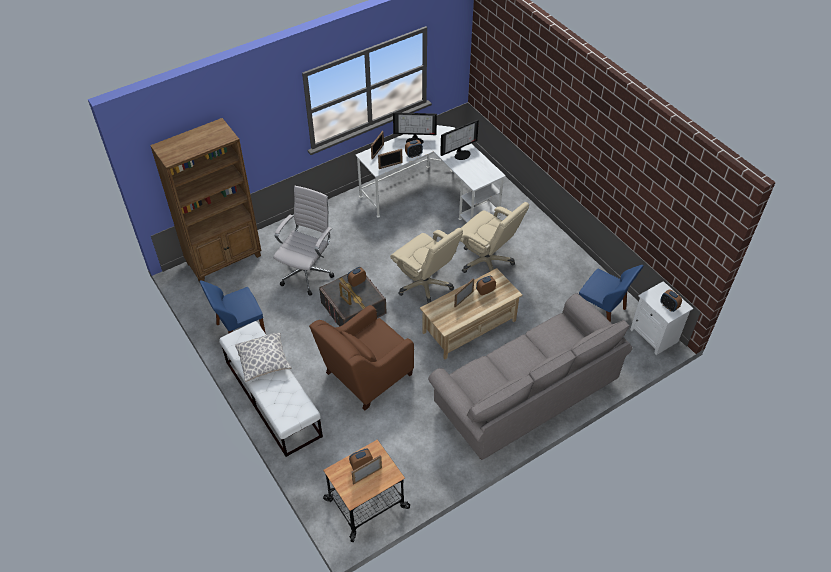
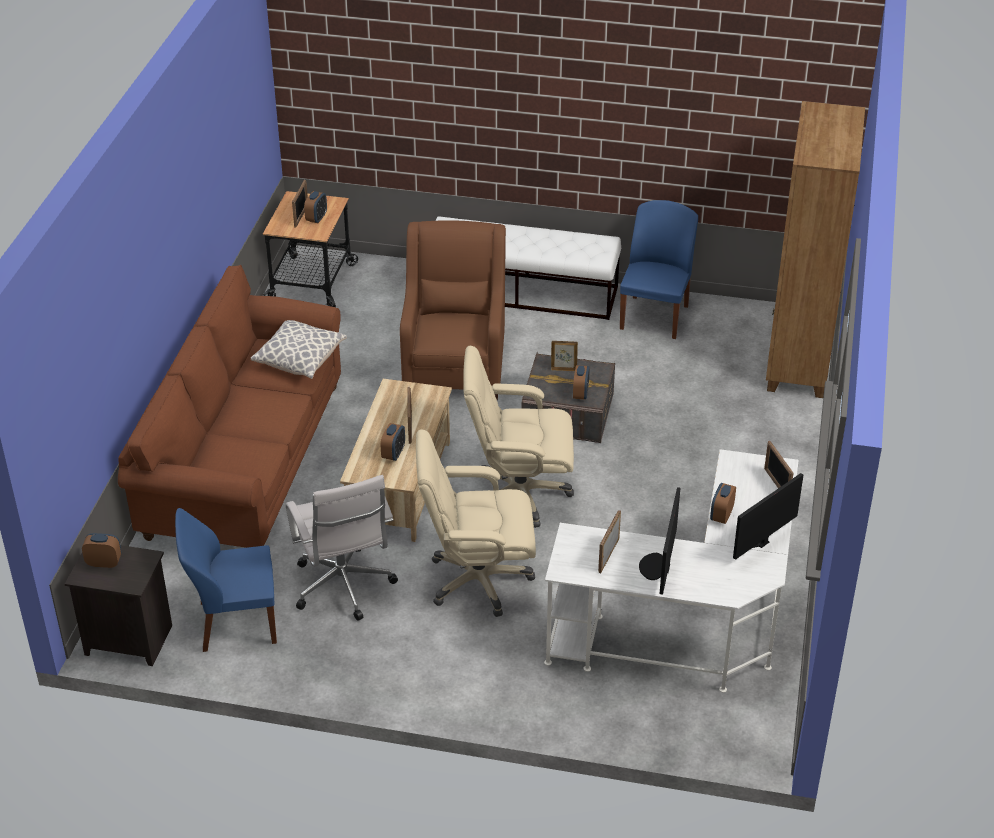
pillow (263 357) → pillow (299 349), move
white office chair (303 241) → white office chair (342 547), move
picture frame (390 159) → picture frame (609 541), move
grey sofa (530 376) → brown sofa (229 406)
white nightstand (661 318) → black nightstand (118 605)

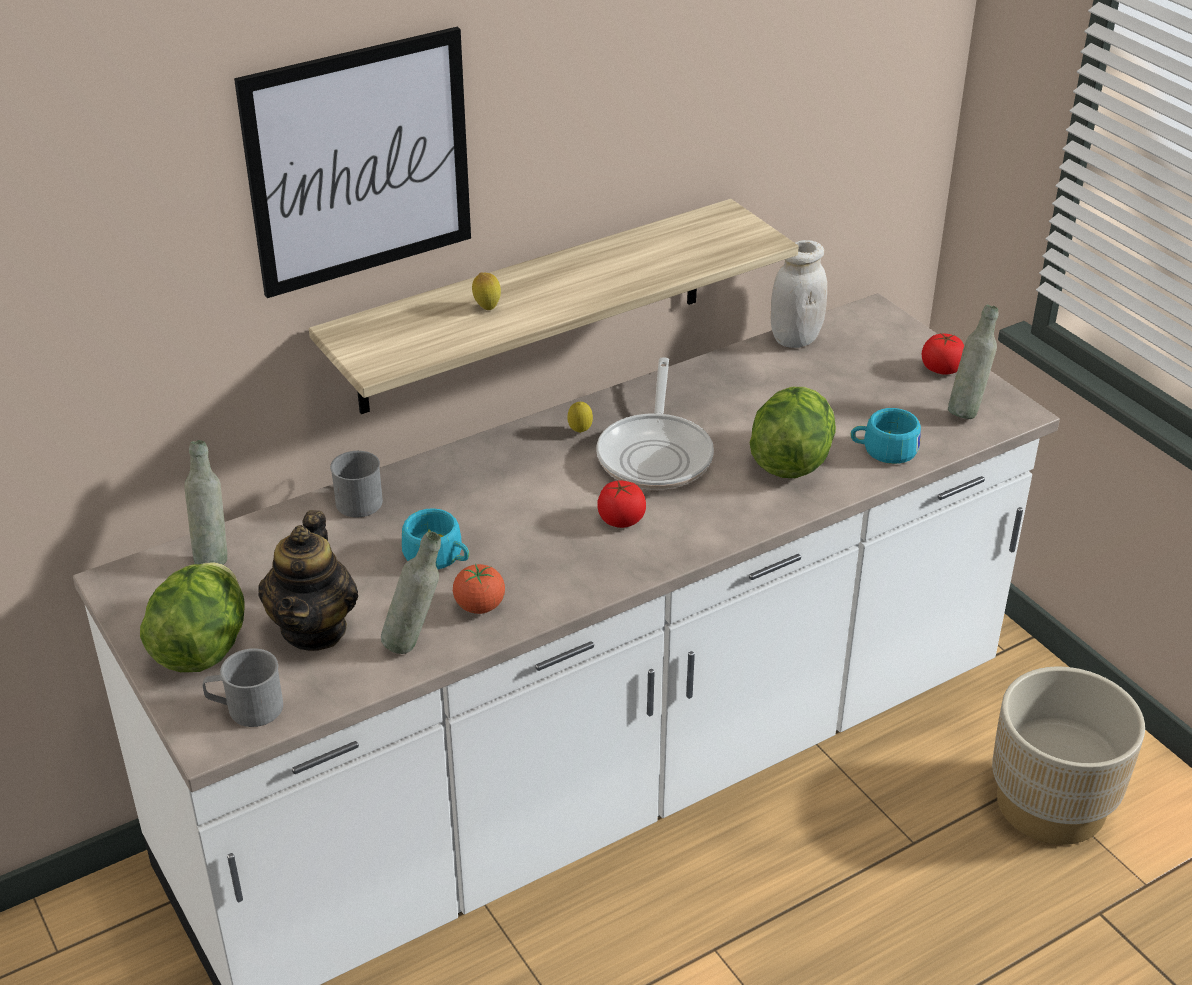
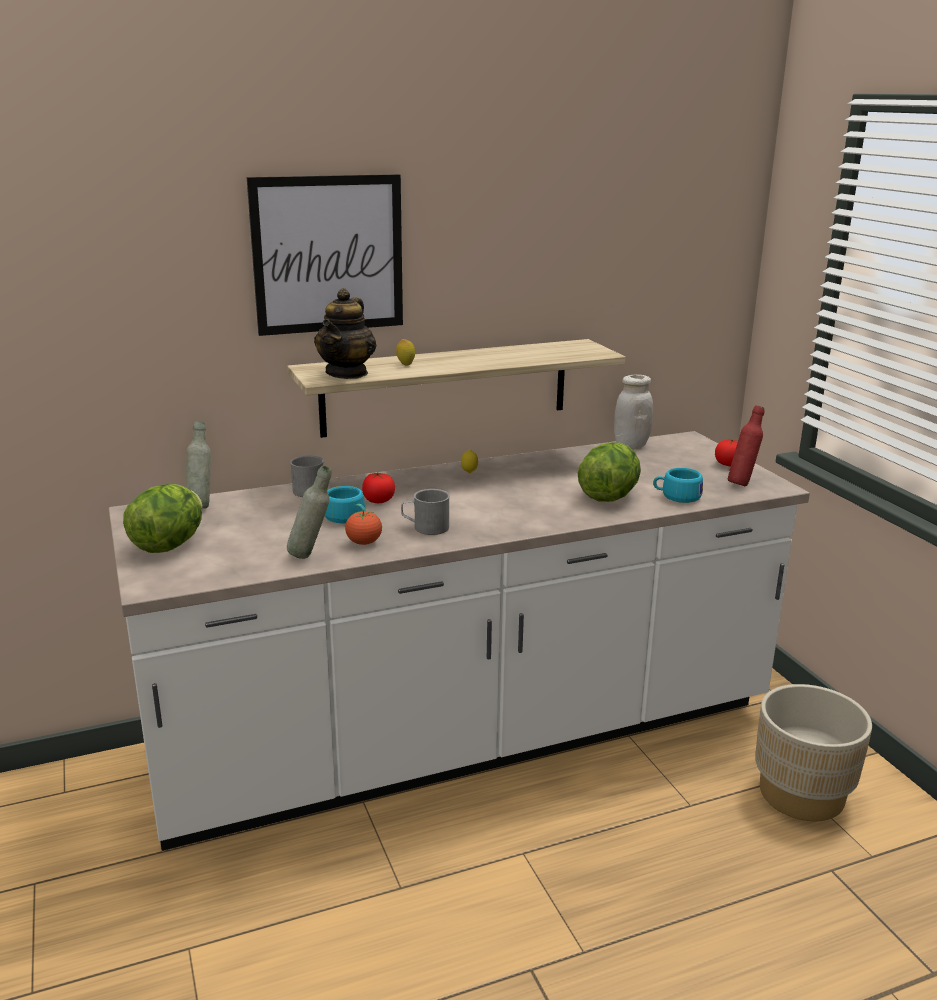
grey mug (243 687) → grey mug (425 512), move
teapot (308 580) → teapot (345 333), move
frying pan (655 423) → -
tomato (621 504) → tomato (378 488), move
grey bottle (973 362) → red bottle (746 445)

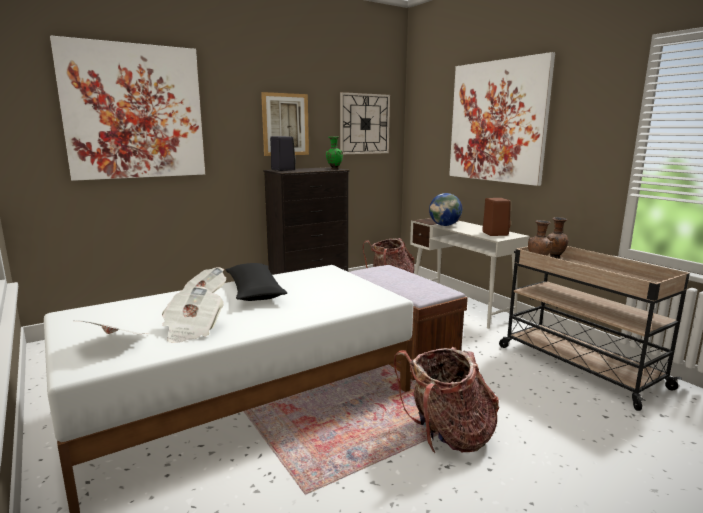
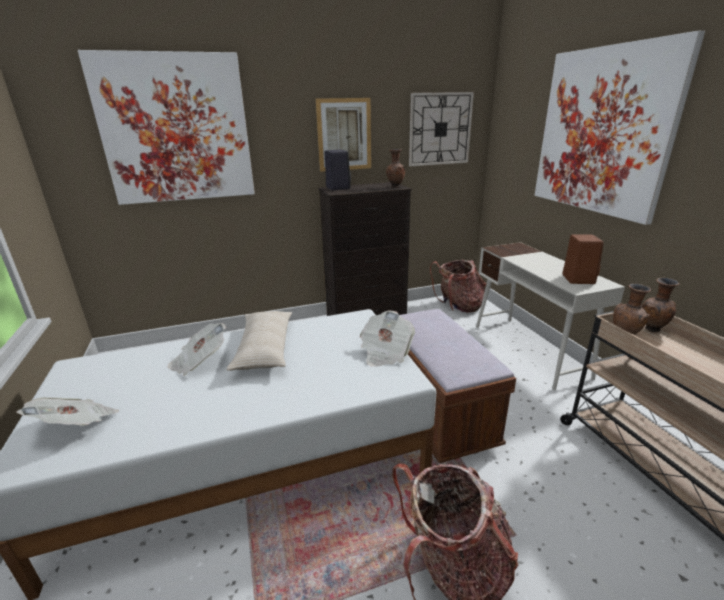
newspaper (193 314) → newspaper (387 338), move
black pillow (256 282) → beige pillow (259 341)
green vase (334 152) → brown vase (395 168)
globe (445 209) → -

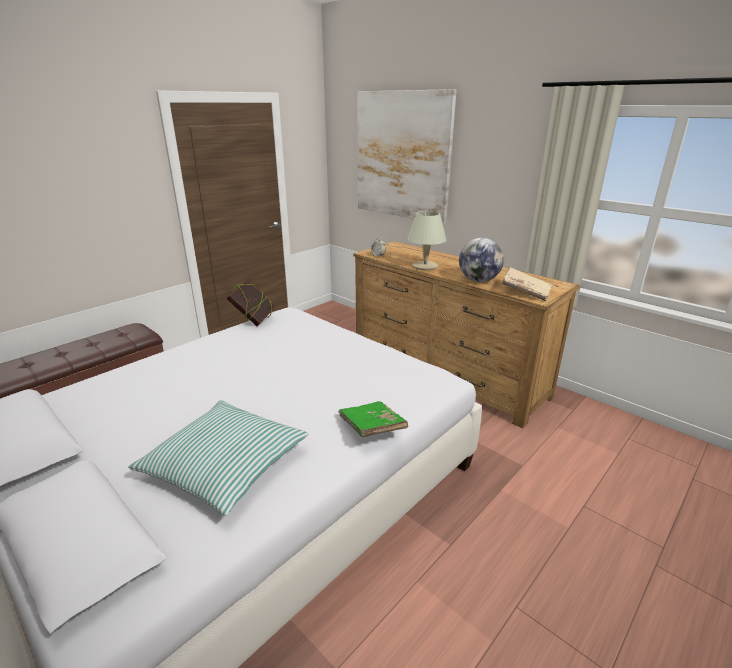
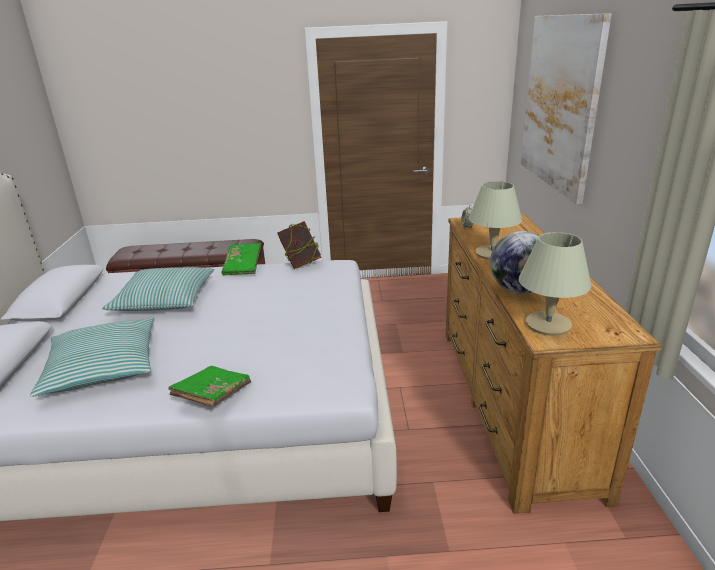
beige book (527 284) → beige table lamp (555 284)
- → pillow (158 289)
- → green book (241 259)

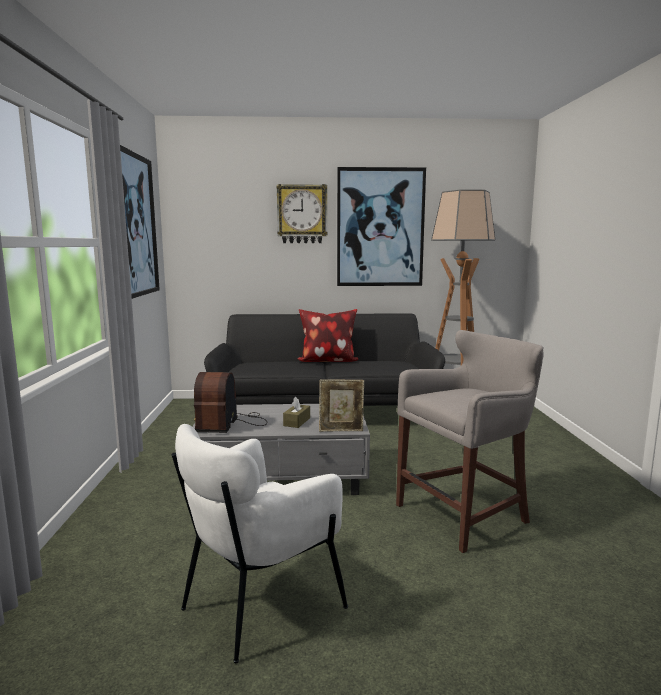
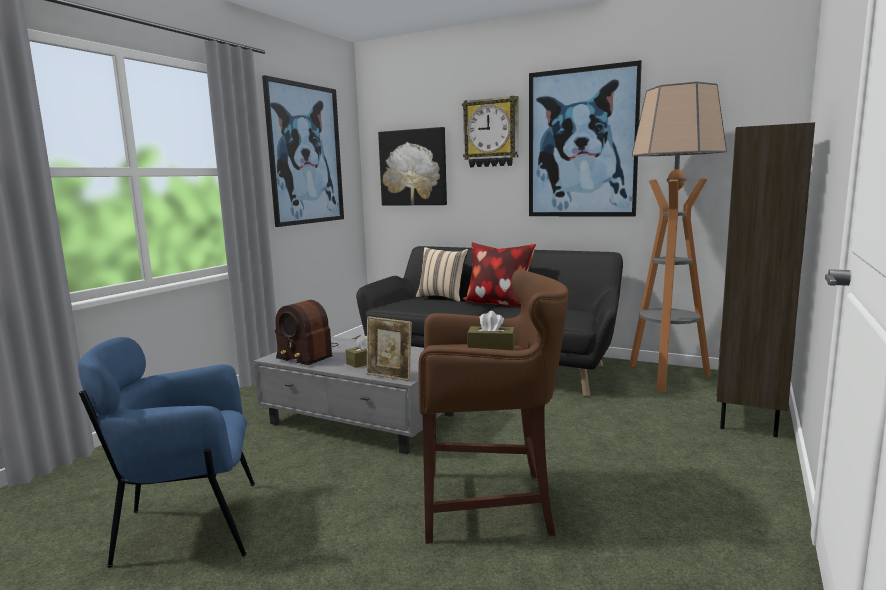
white armchair (260 543) → blue armchair (166 452)
radio (230 402) → radio (307 332), 90 degrees counterclockwise
grey stool (470 441) → brown stool (494 407)
- → picture (412 166)
- → beige pillow (442 274)
- → brown tissue box (491 331)
- → brown bookcase (765 279)

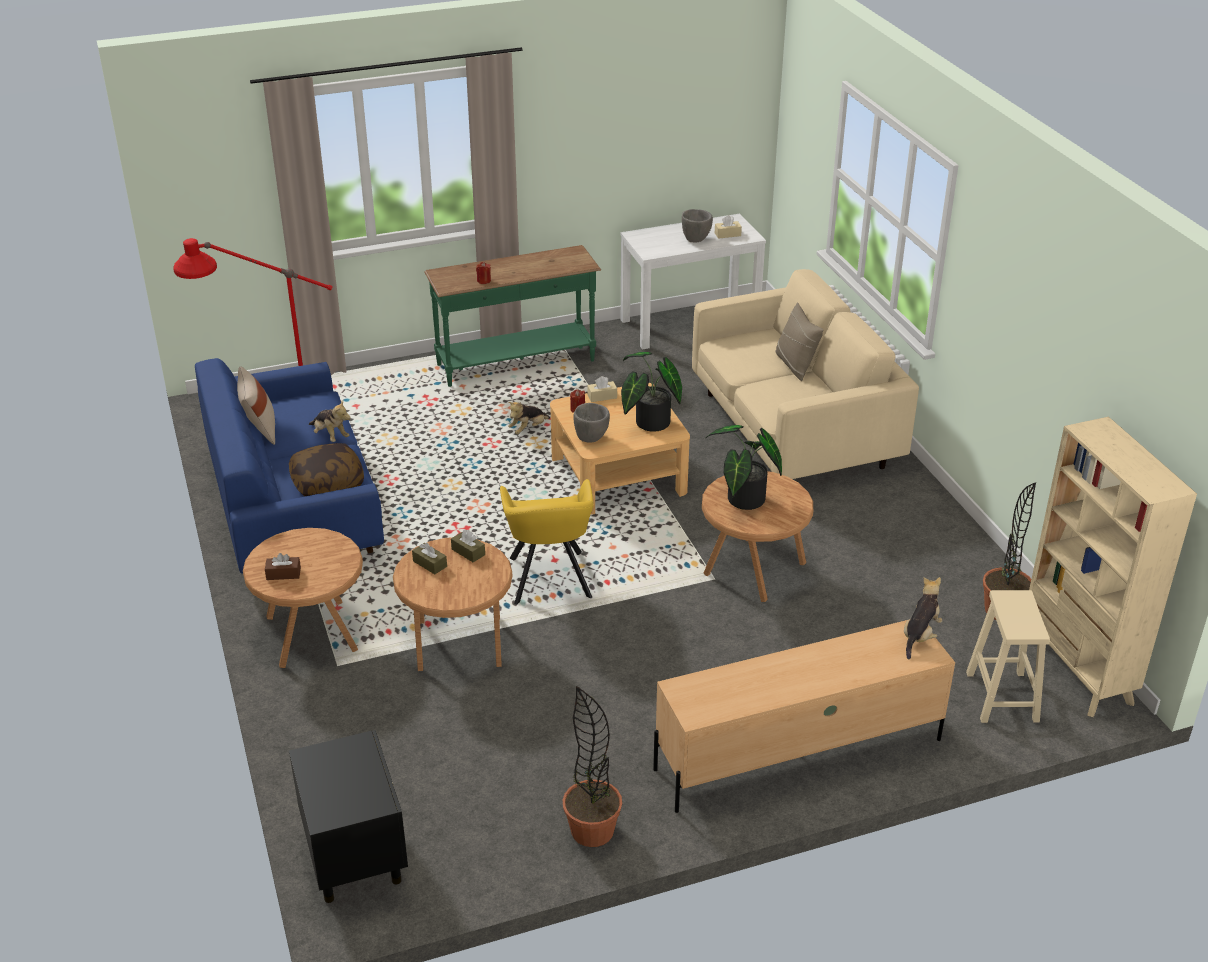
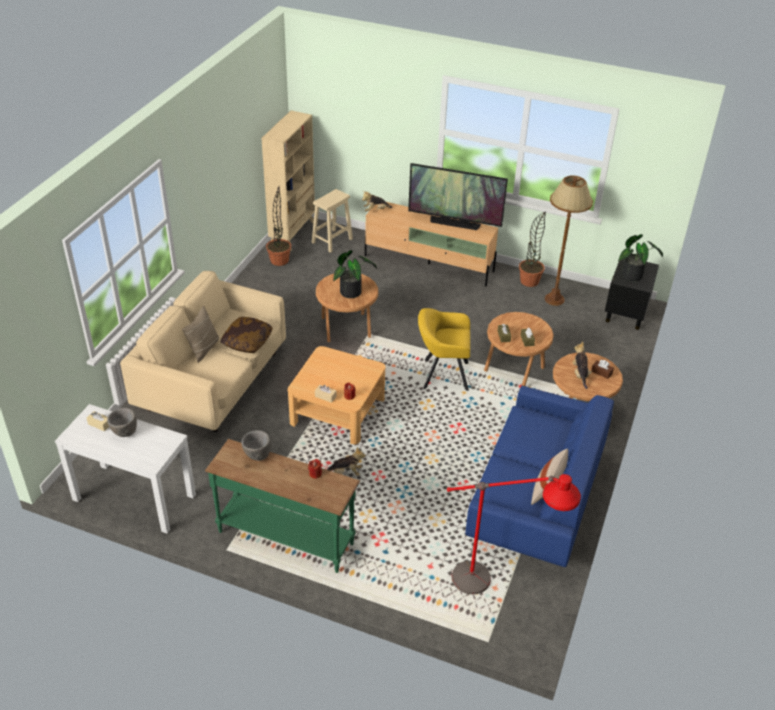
pillow (326 469) → pillow (246 335), move
plush toy (330 421) → plush toy (582 365), move
yellow armchair (547 542) → yellow armchair (444 349), 120 degrees counterclockwise
grey bowl (592 423) → grey bowl (256 445), move
potted plant (651 392) → potted plant (640 257), move
- → television (458 196)
- → brown floor lamp (569 240)

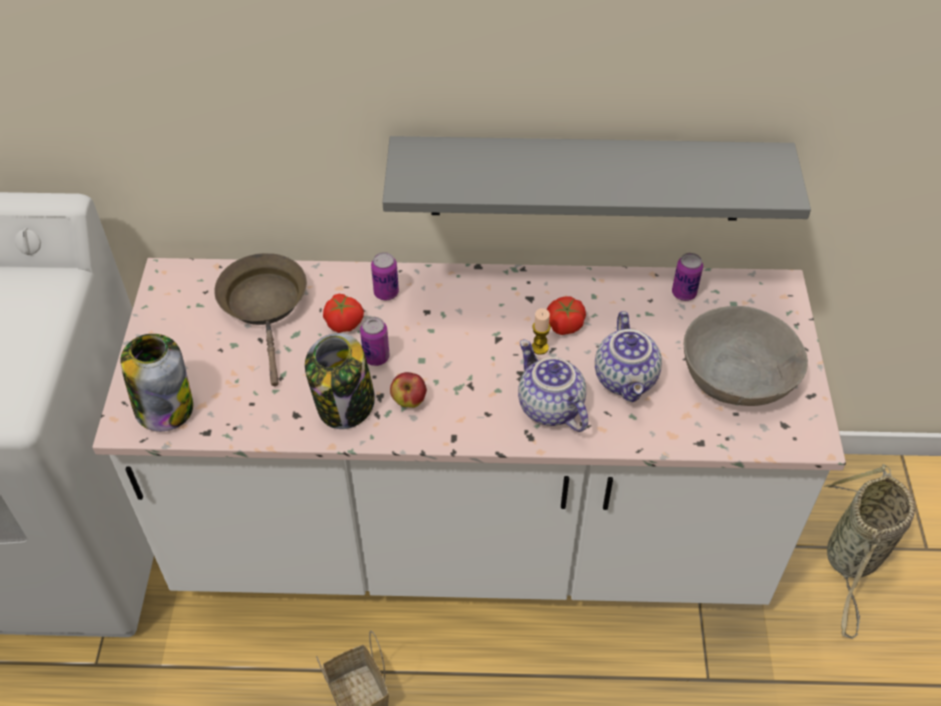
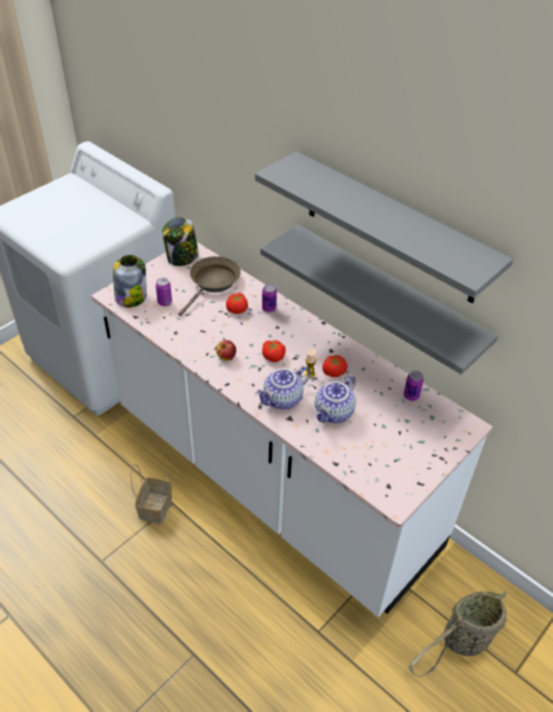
jar (340 381) → jar (180 241), move
can (375 341) → can (164 292), move
teapot (553 386) → teapot (283 387), 135 degrees counterclockwise
grey bowl (746 356) → -
- → grey shelf (384 227)
- → tomato (274 351)

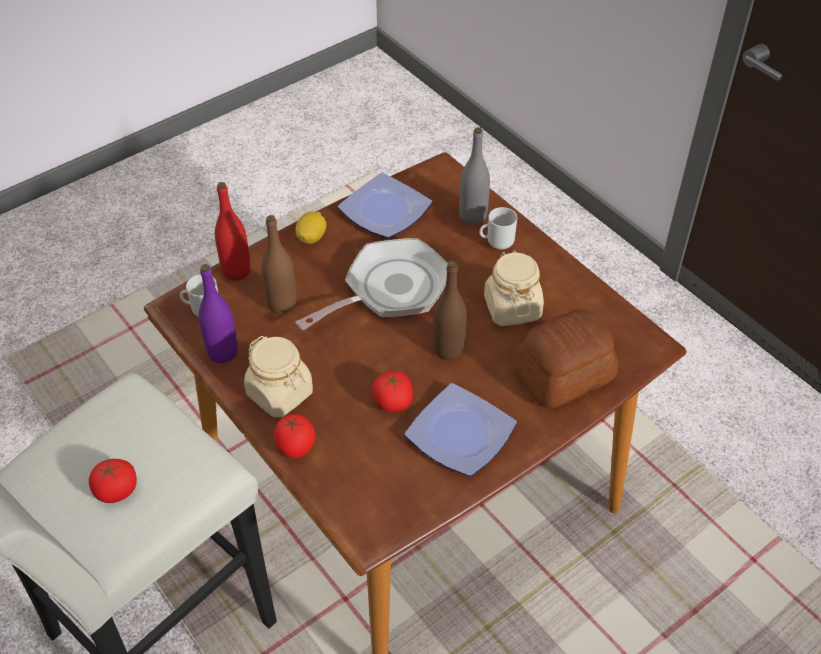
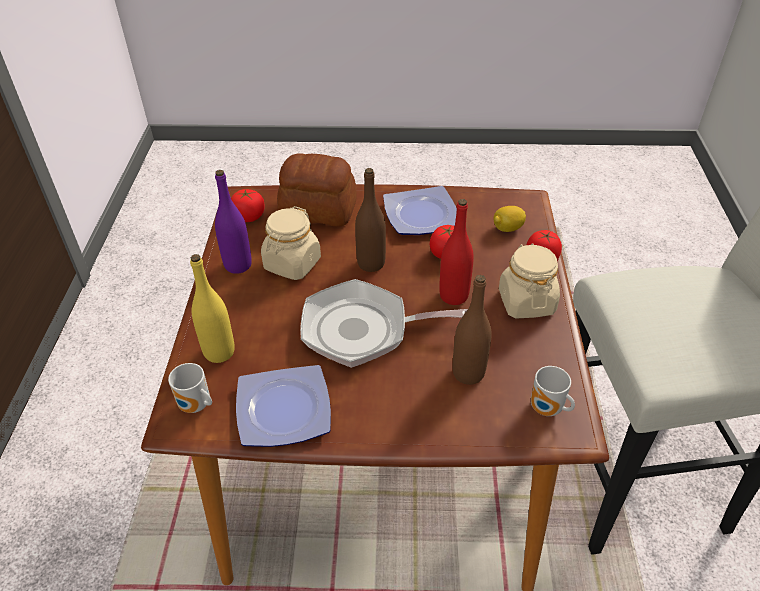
tomato (113 481) → tomato (247 205), move
purple bottle (218 313) → purple bottle (233 222), move
red bottle (233 231) → red bottle (456 252), move
lemon (311 228) → lemon (509 219), move
grey bottle (474 176) → yellow bottle (212 308)
mug (498 228) → mug (190 388), move

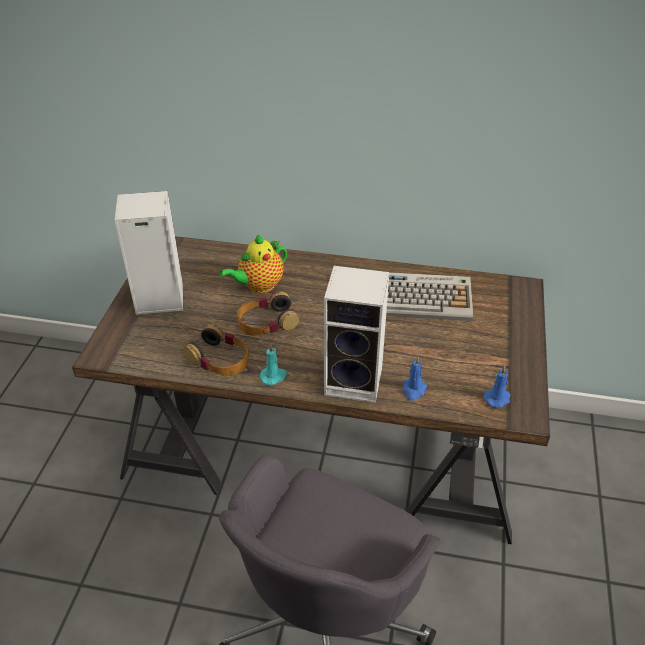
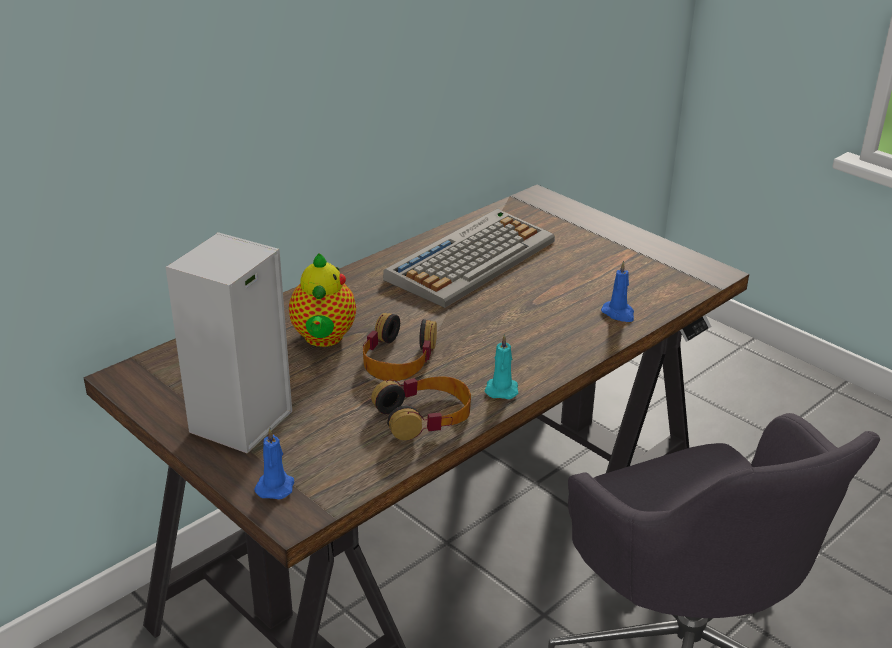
speaker (356 334) → -
blue candle (496 387) → blue candle (274 463), move

